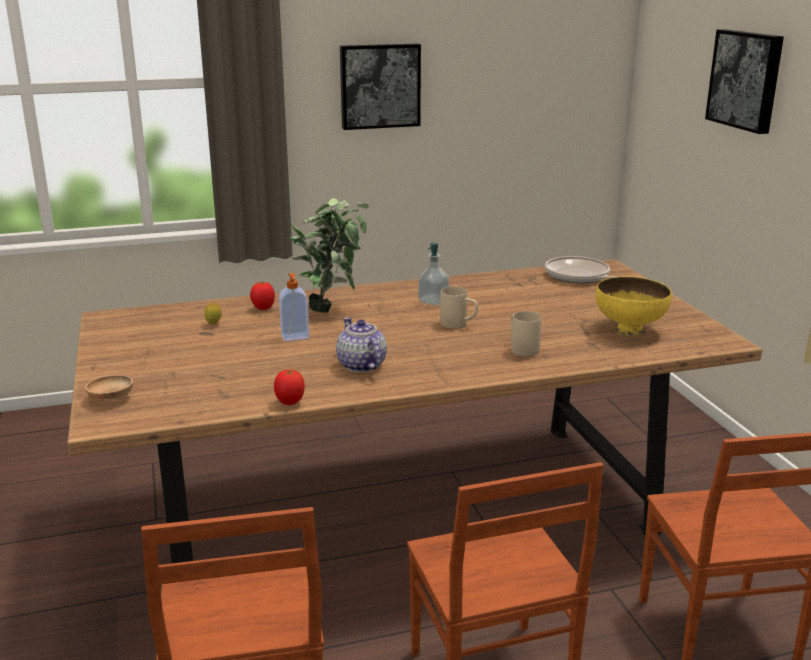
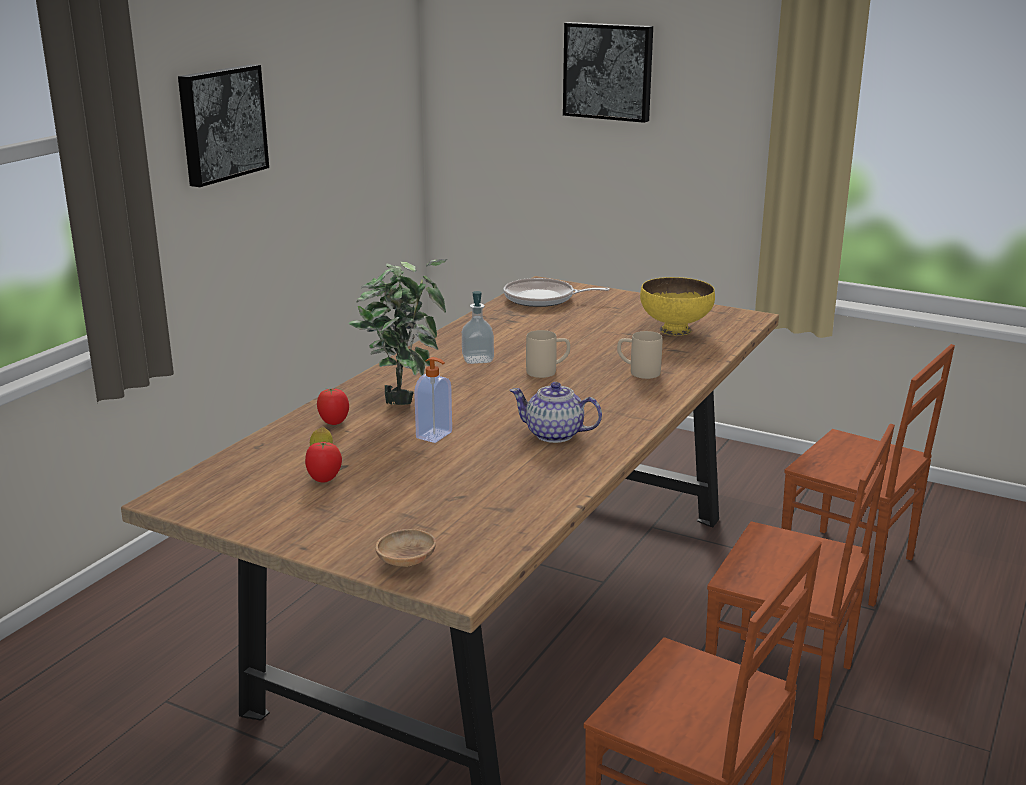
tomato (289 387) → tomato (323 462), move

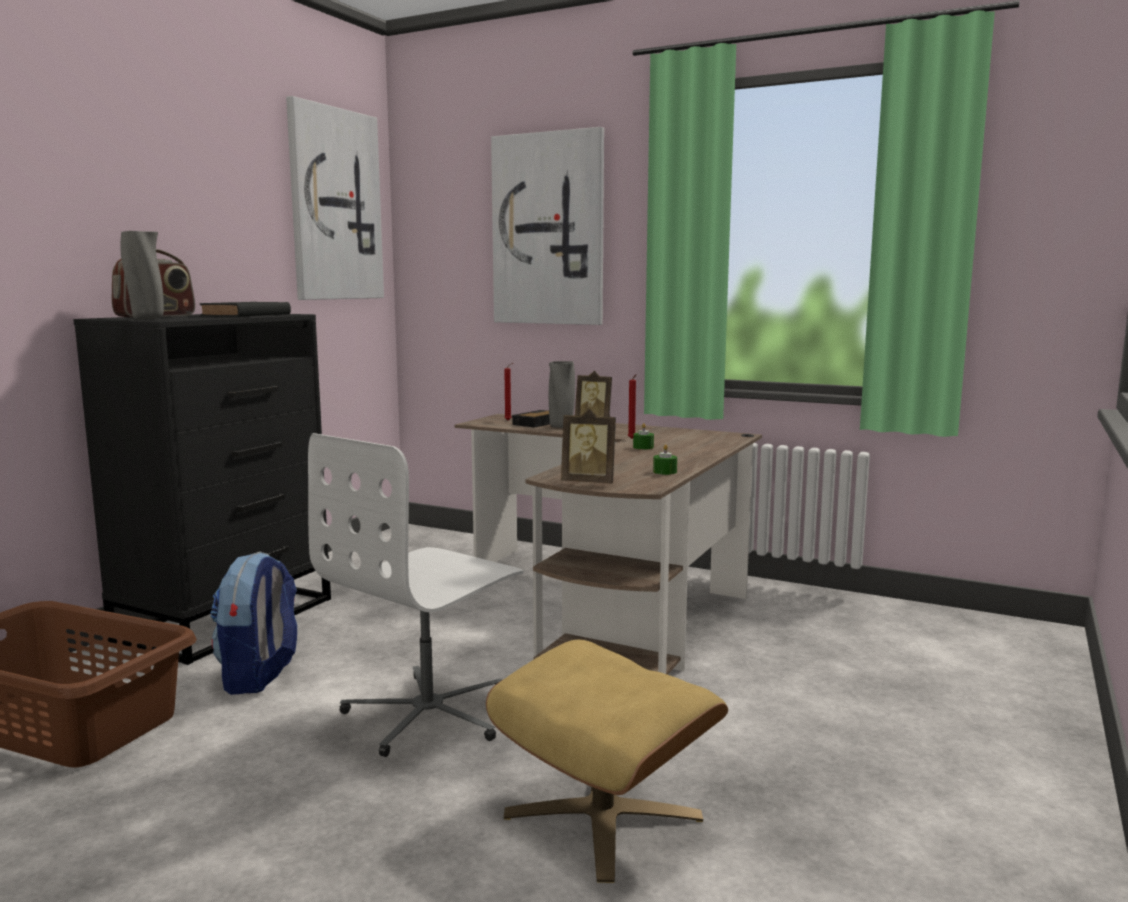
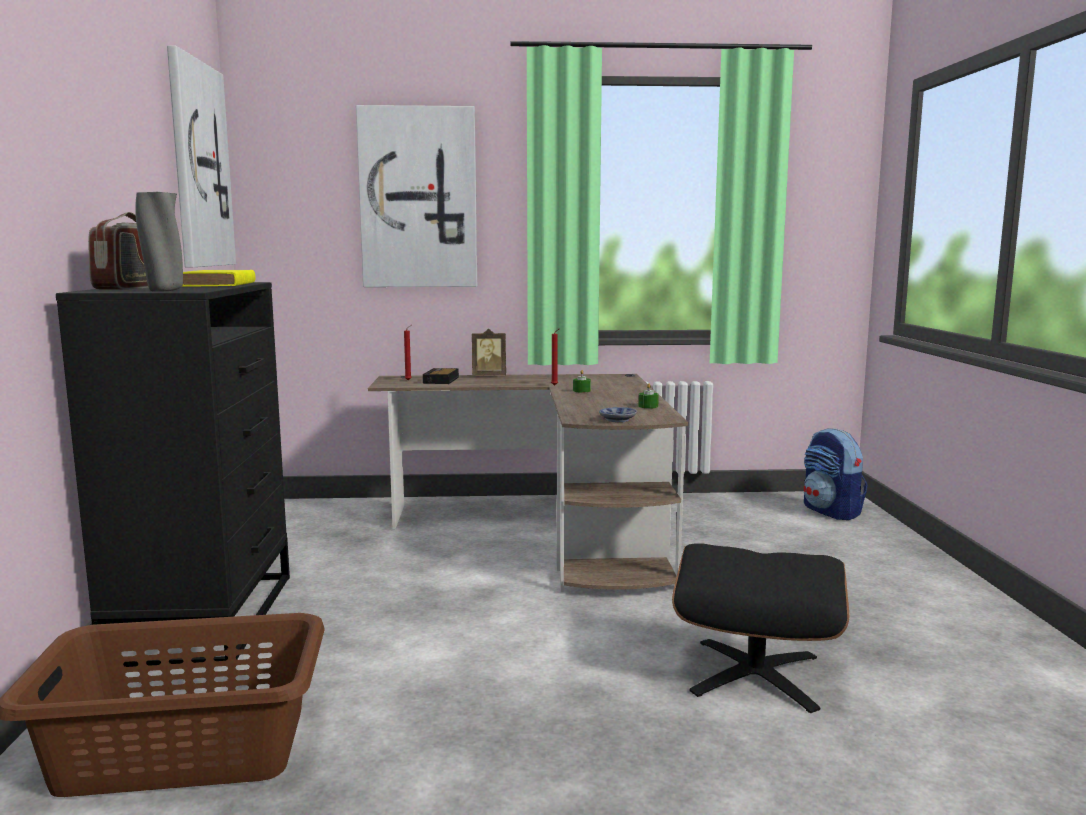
black book (245 309) → yellow book (218 278)
backpack (253 623) → backpack (835 474), move
white office chair (416 595) → -
beige ottoman (607 761) → black ottoman (760 628)
grey vase (562 394) → -
picture frame (588 446) → bowl (618 414)

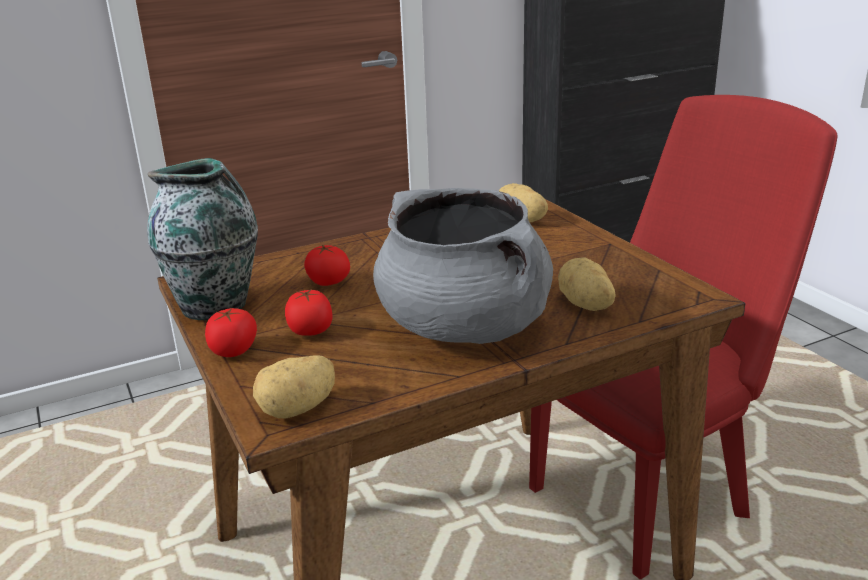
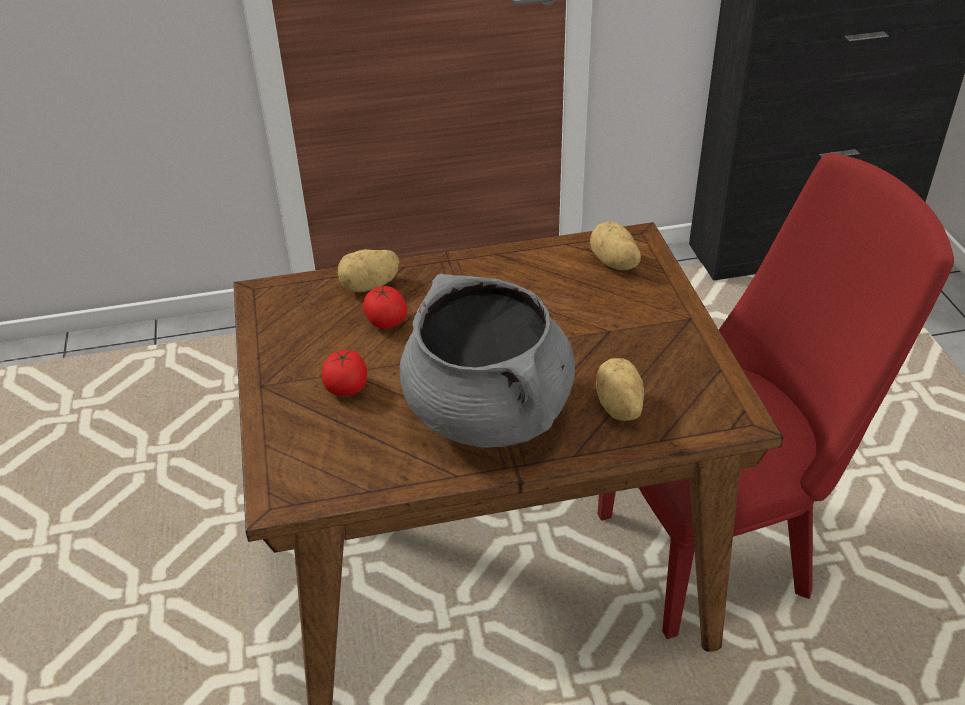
vase (202 239) → -
tomato (231 332) → -
potato (294 386) → potato (368 270), move

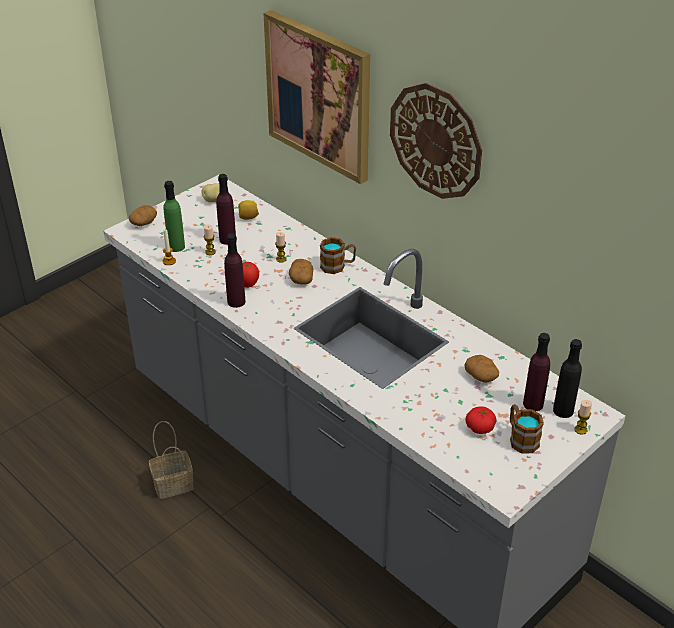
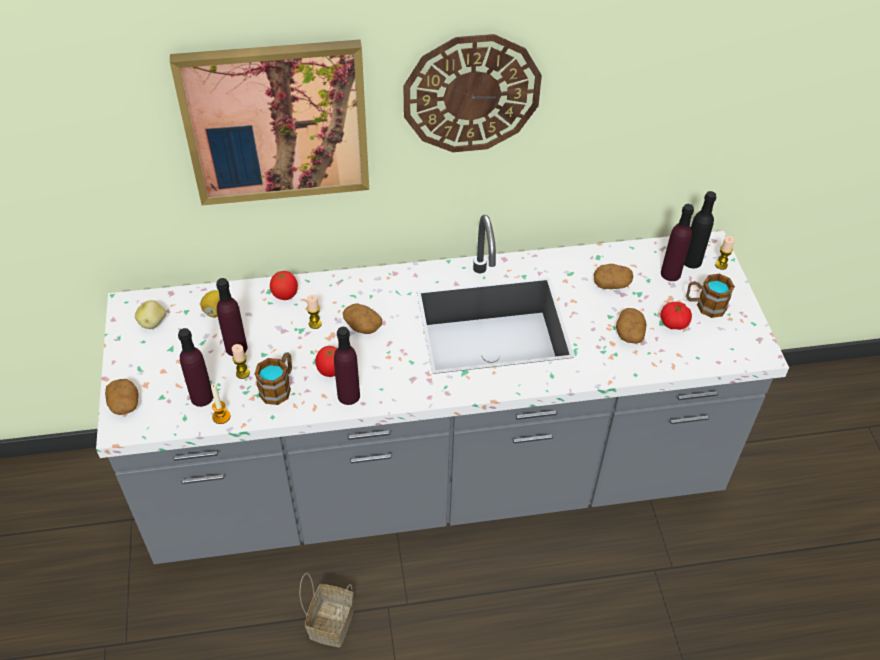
green bottle (174 216) → purple bottle (195 367)
mug (338 255) → mug (273 379), move
- → tomato (284 285)
- → potato (631 326)

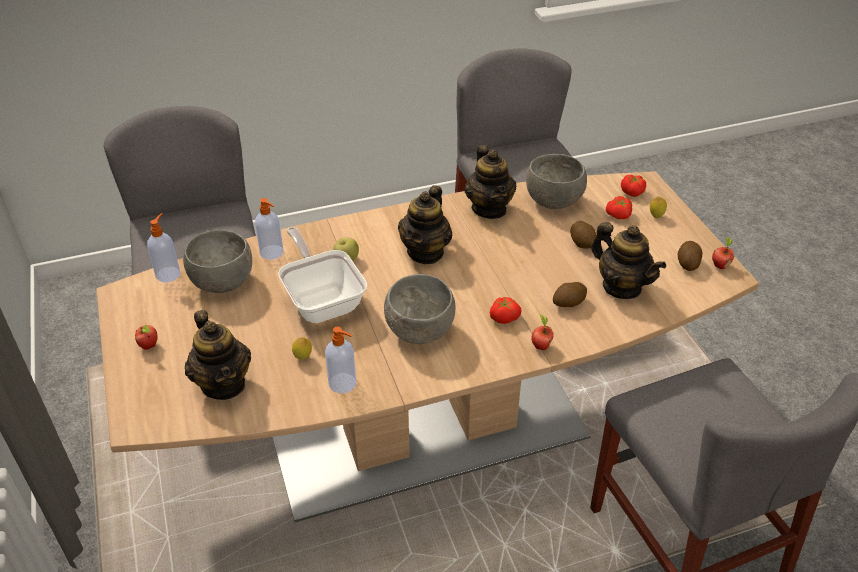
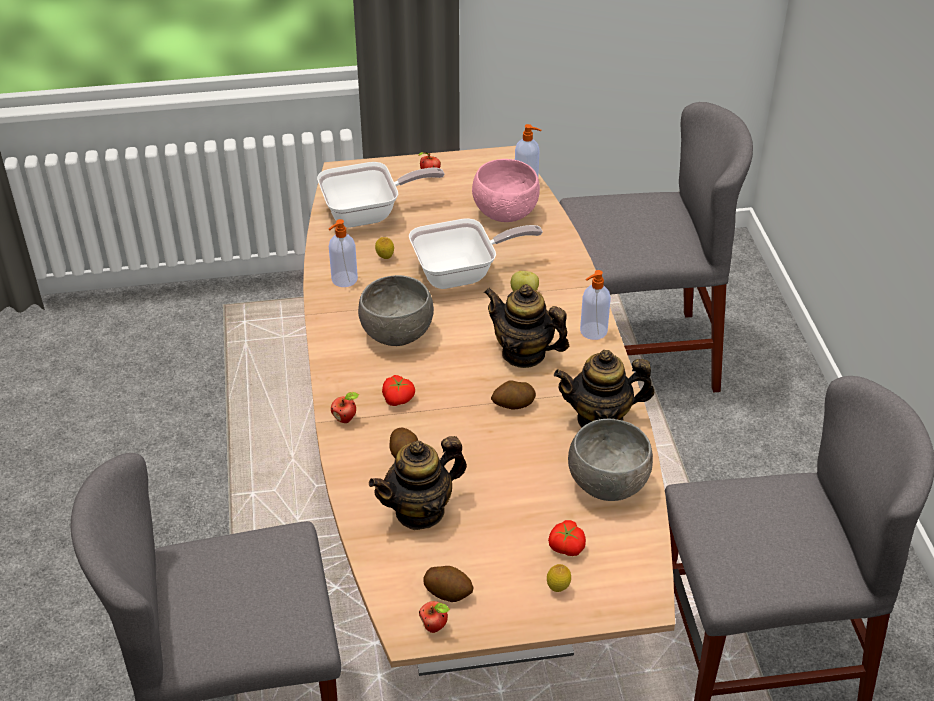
grey bowl (217 261) → pink bowl (506 190)
teapot (218 355) → frying pan (380 195)
soap dispenser (269 229) → soap dispenser (595 305), move
potato (583 235) → potato (513 395), move
tomato (633 186) → -

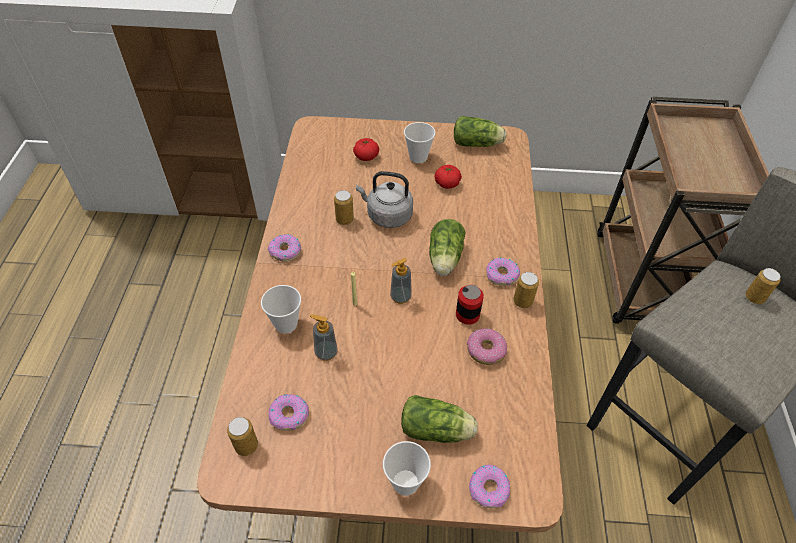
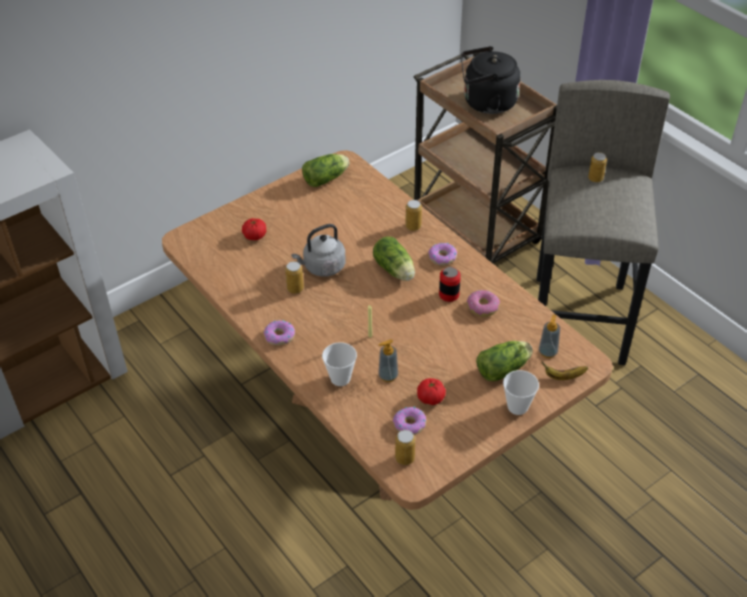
soap dispenser (401 281) → soap dispenser (549 336), move
cup (420 142) → -
tomato (448 177) → tomato (431 391), move
donut (489 486) → banana (564 370)
can (526 290) → can (414 215), move
- → black kettle (491 80)

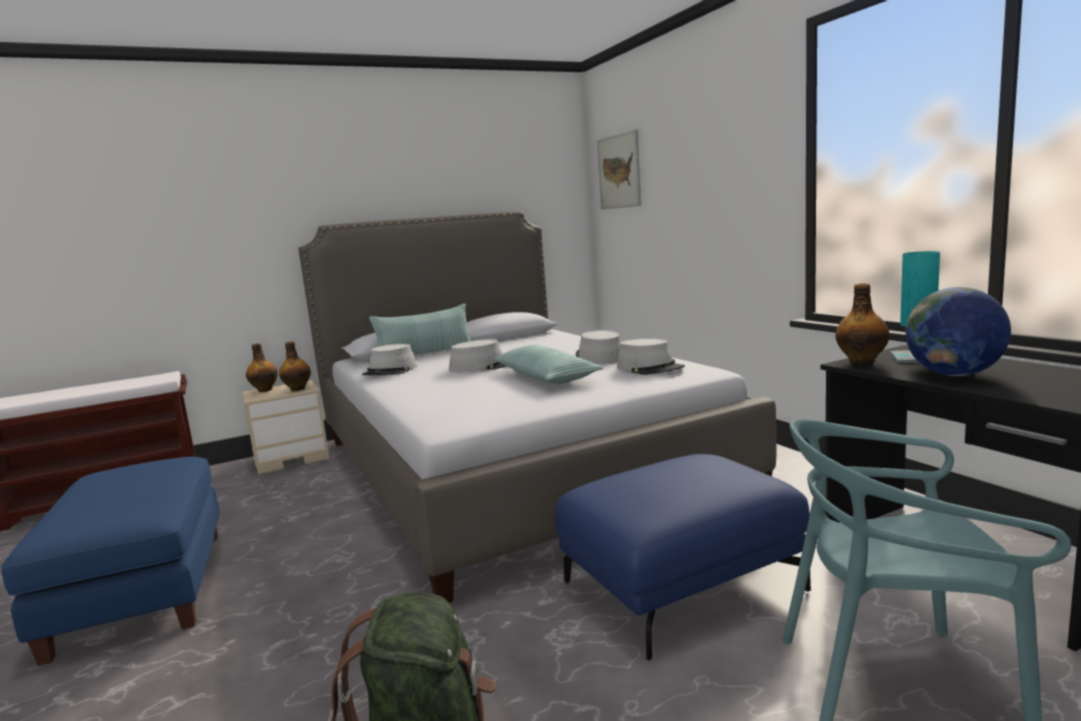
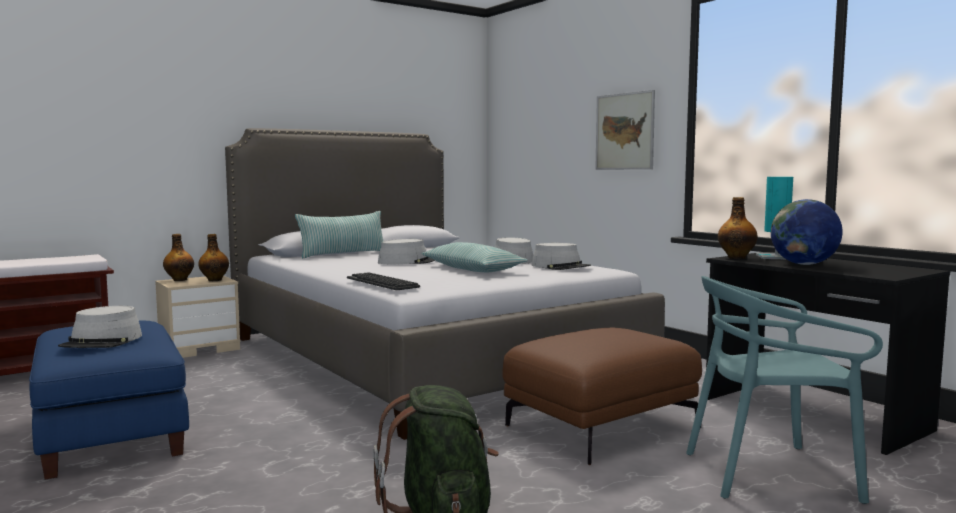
grey hat (389 359) → grey hat (100 327), move
blue ottoman (683 557) → brown ottoman (602 396)
picture (619 169) → picture (625 130), move
- → keyboard (383 281)

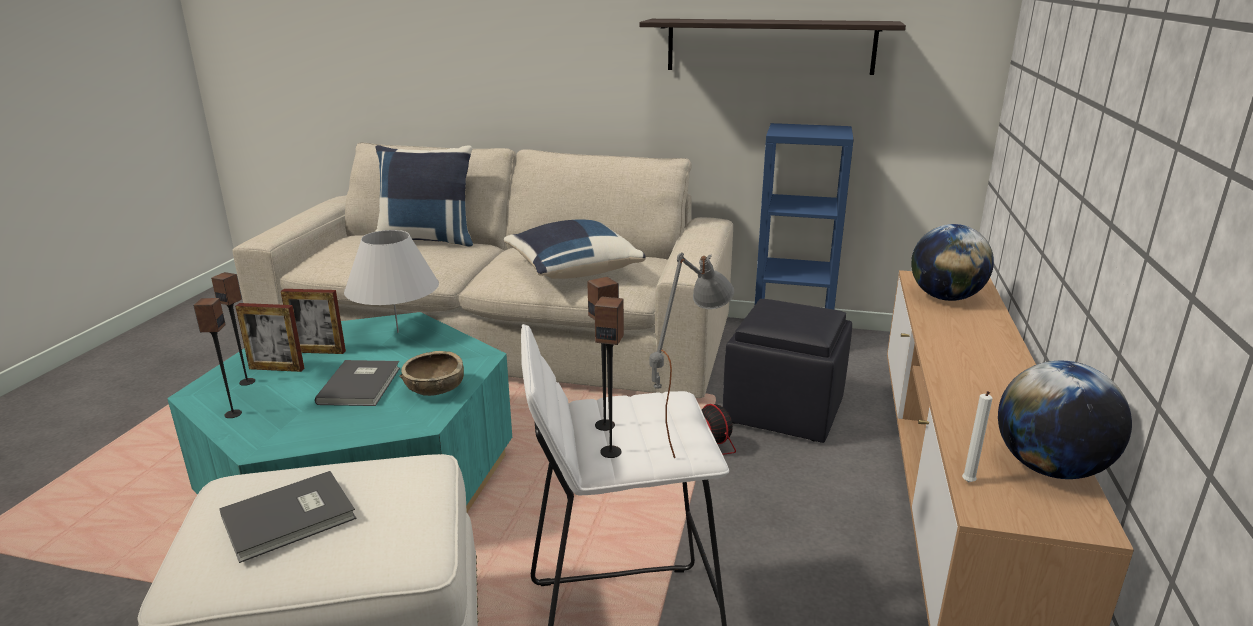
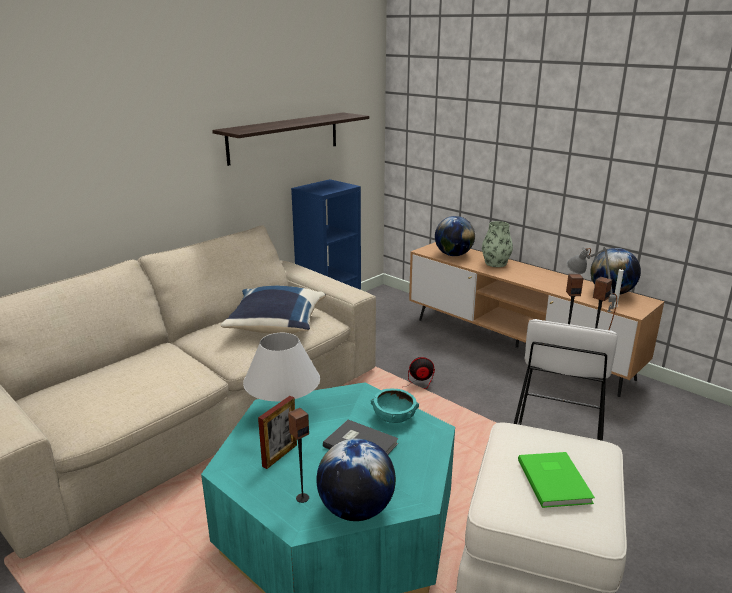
speaker (217 358) → globe (356 479)
grey book (288 517) → green book (556 480)
picture frame (269 337) → -
blue pillow (424 196) → -
brown bowl (431 373) → turquoise bowl (395 406)
black ottoman (787 371) → -
- → vase (497 244)

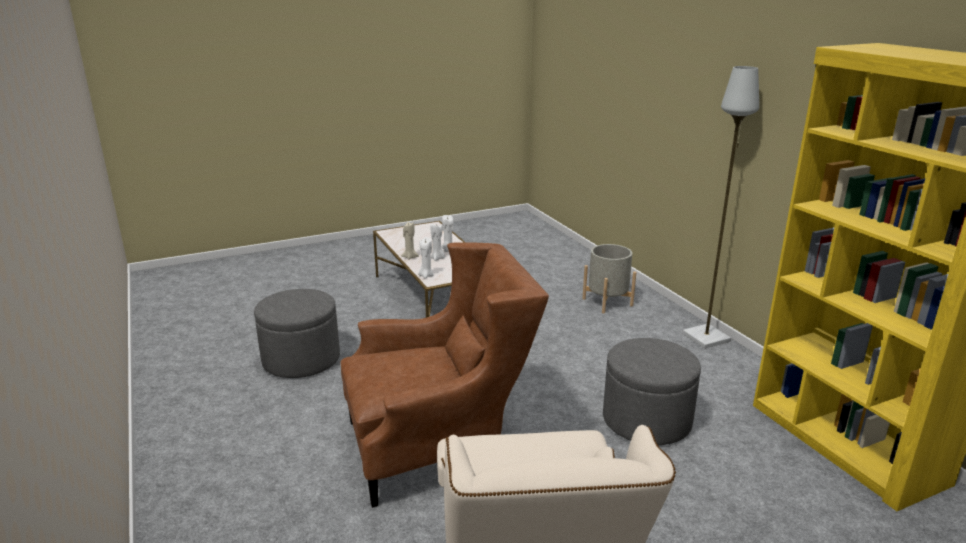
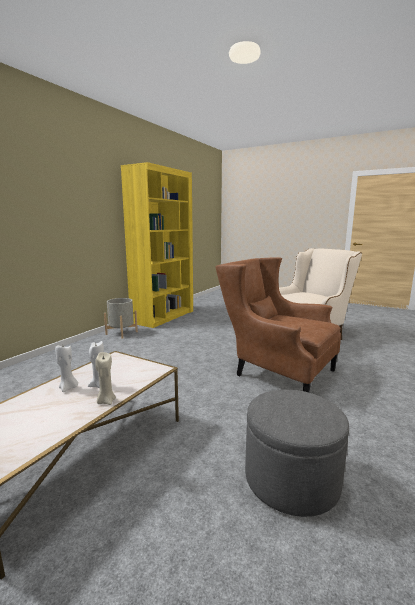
white candle (426 257) → -
grey planter (609 278) → grey planter (121 318), move
grey ottoman (652 391) → -
grey floor lamp (720 207) → -

